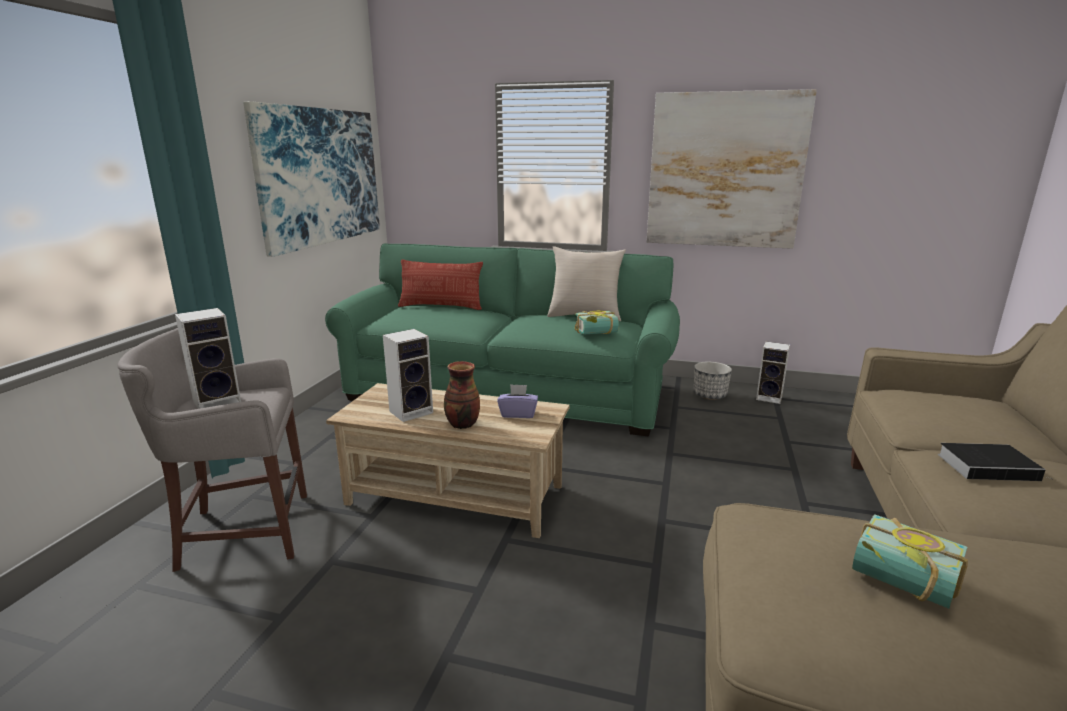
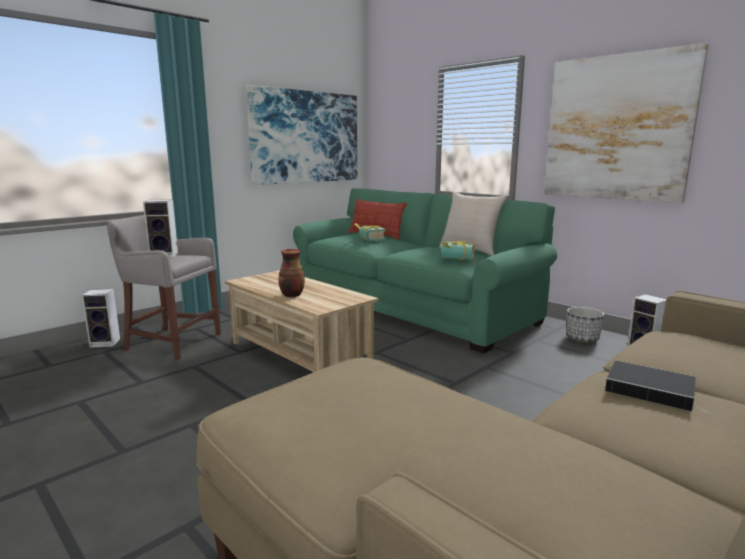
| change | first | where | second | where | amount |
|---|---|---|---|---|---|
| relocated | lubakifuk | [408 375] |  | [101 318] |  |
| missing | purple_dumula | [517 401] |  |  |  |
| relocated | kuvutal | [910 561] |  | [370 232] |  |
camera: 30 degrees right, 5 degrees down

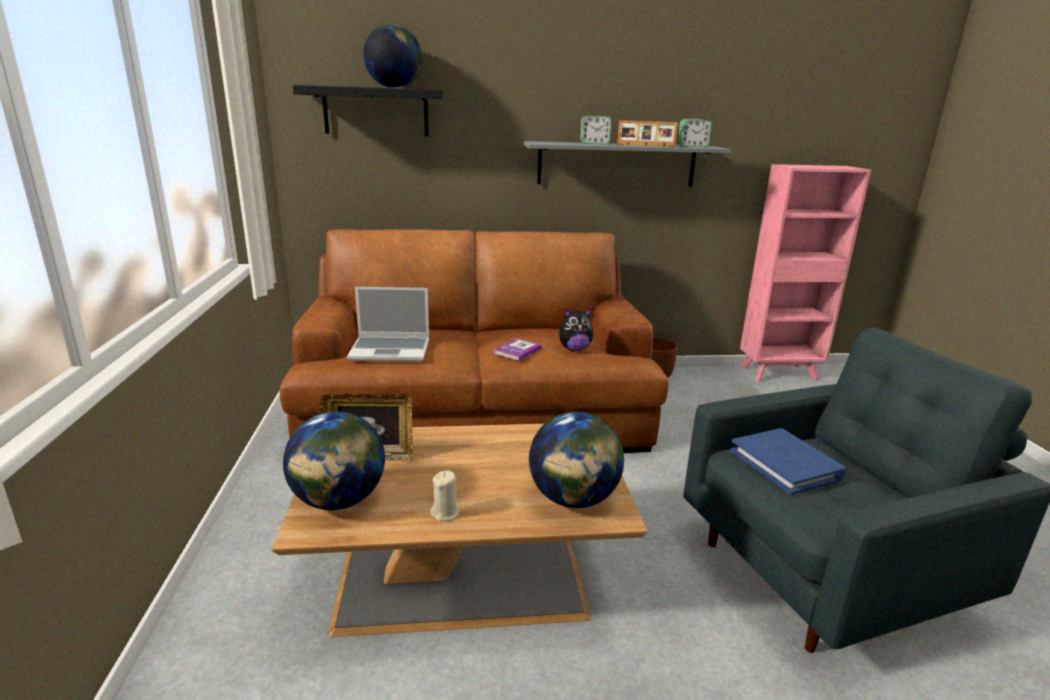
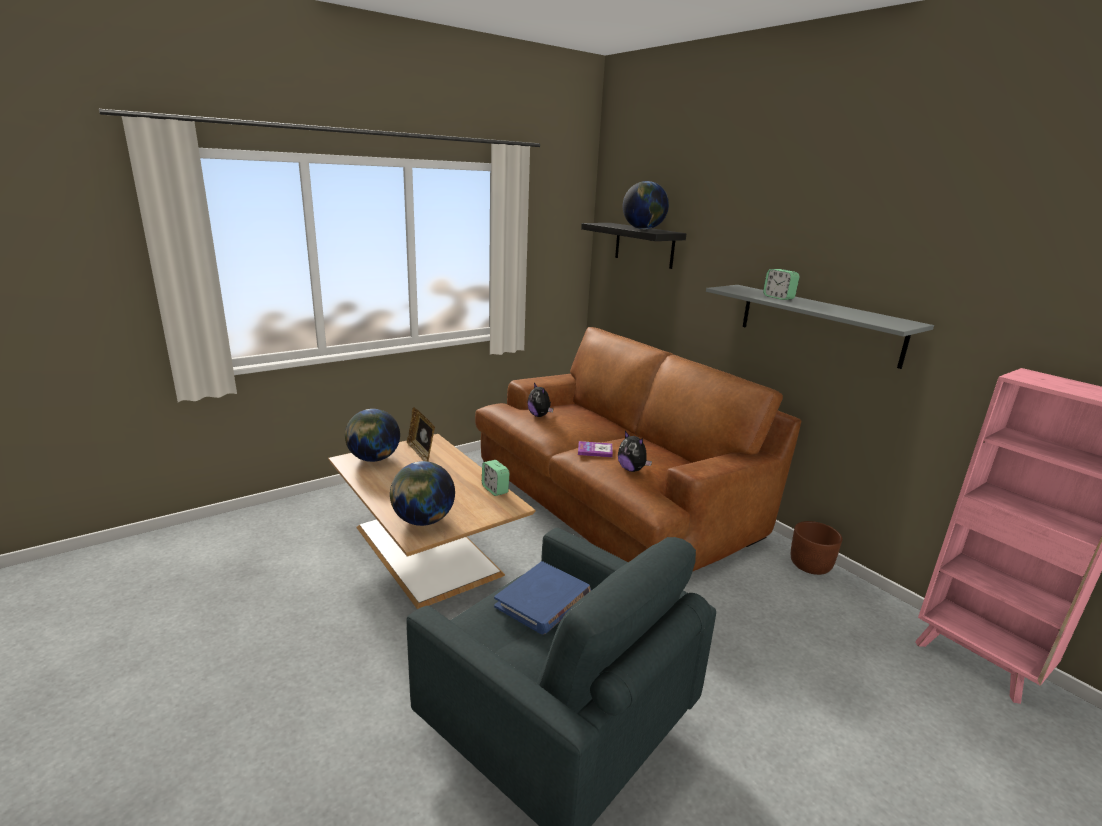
| change | first | where | second | where | amount |
|---|---|---|---|---|---|
| relocated | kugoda | [695 132] |  | [496 478] |  |
| missing | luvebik | [647 133] |  |  |  |
| exchanged | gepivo | [388 324] | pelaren | [540 400] |  |
| missing | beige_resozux | [445 495] |  |  |  |
camera: 60 degrees right, 0 degrees up

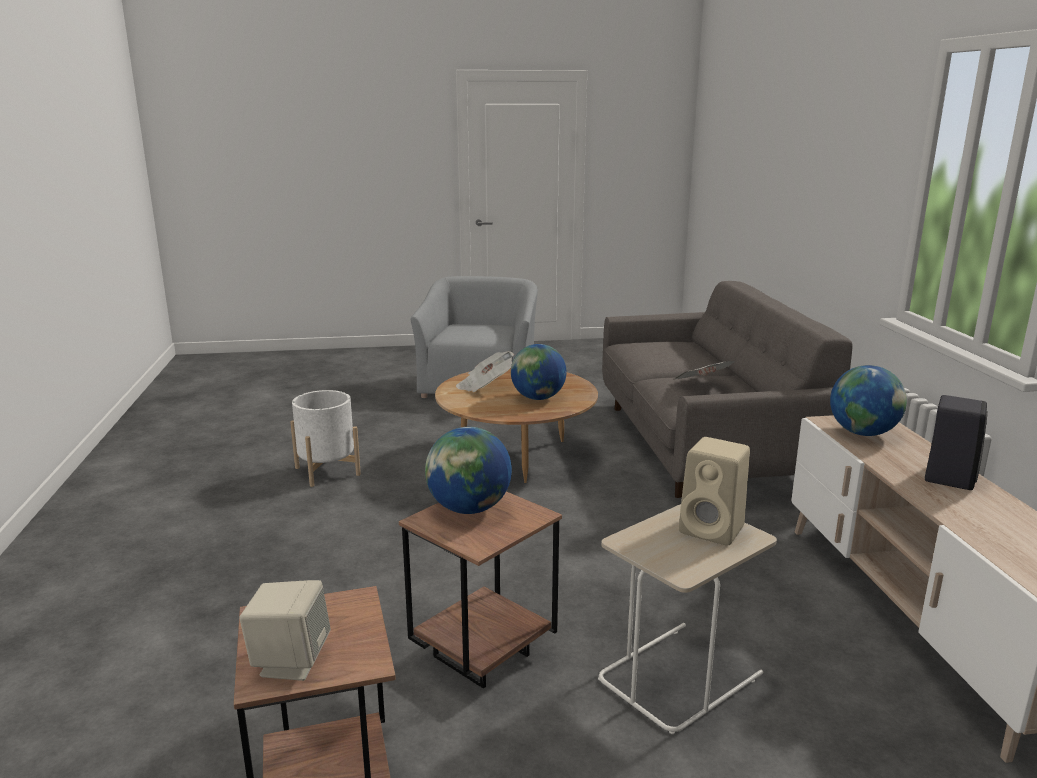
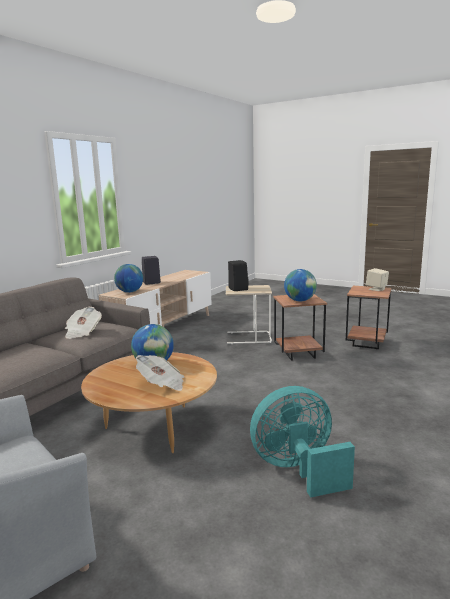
| change | first | where | second | where | amount |
|---|---|---|---|---|---|
| exchanged | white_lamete | [325 438] | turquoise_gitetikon | [302 442] |  |
| colour | beige_lubakifuk | [714 491] | black_lubakifuk | [238 275] |  |
camera: 140 degrees left, 5 degrees down

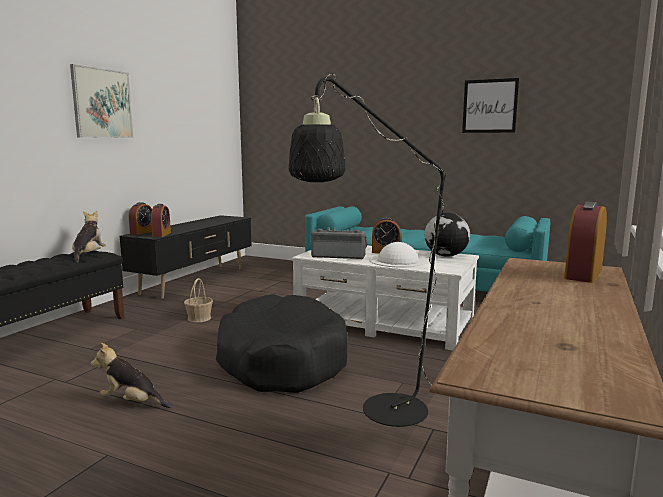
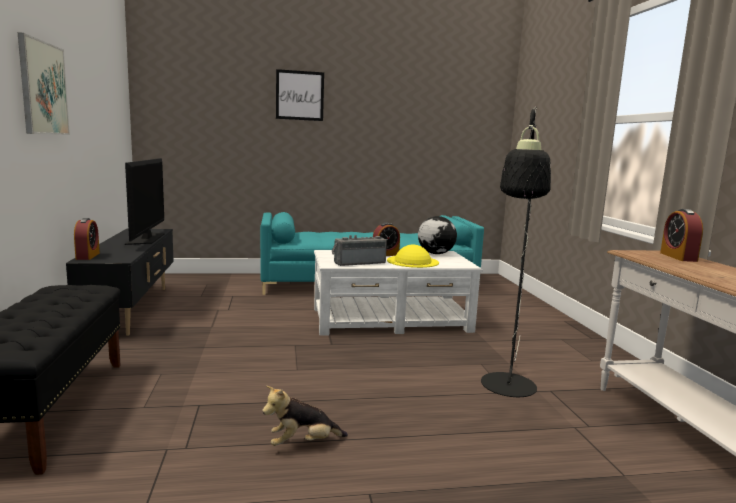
| change | first | where | second | where | amount |
|---|---|---|---|---|---|
| relocated | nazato | [490 105] |  | [300 95] |  |
| missing | kugoda | [161 220] |  |  |  |
| missing | pelaren | [89 236] |  |  |  |
| colour | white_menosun | [398 255] | yellow_menosun | [413 256] |  |
| missing | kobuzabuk | [198 300] |  |  |  |
| missing | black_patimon | [281 343] |  |  |  |
| appeared |  |  | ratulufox | [145 201] |  |
camera: 35 degrees left, 0 degrees up

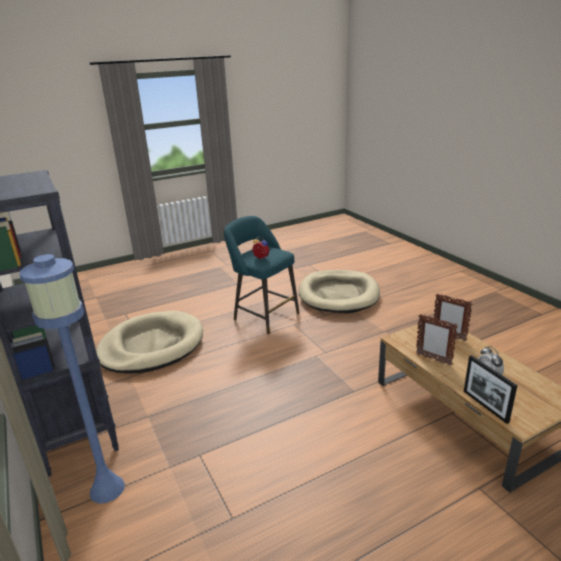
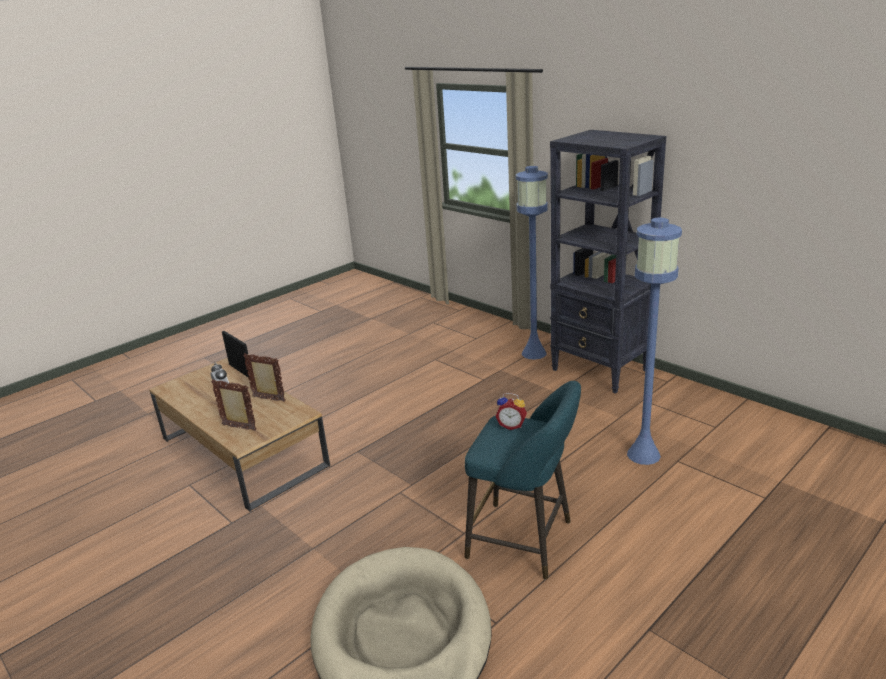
| change | first | where | second | where | amount |
|---|---|---|---|---|---|
| exchanged | beige_patimon | [149 342] | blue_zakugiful | [654 341] |  |
camera: 165 degrees right, 0 degrees up

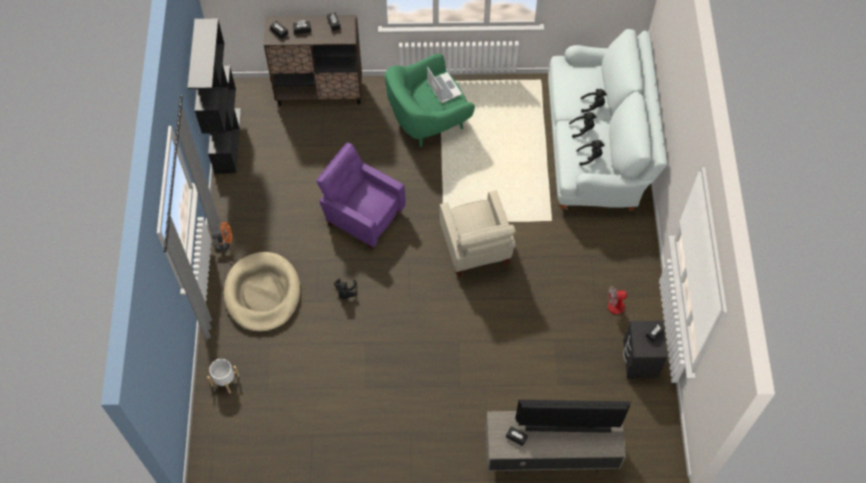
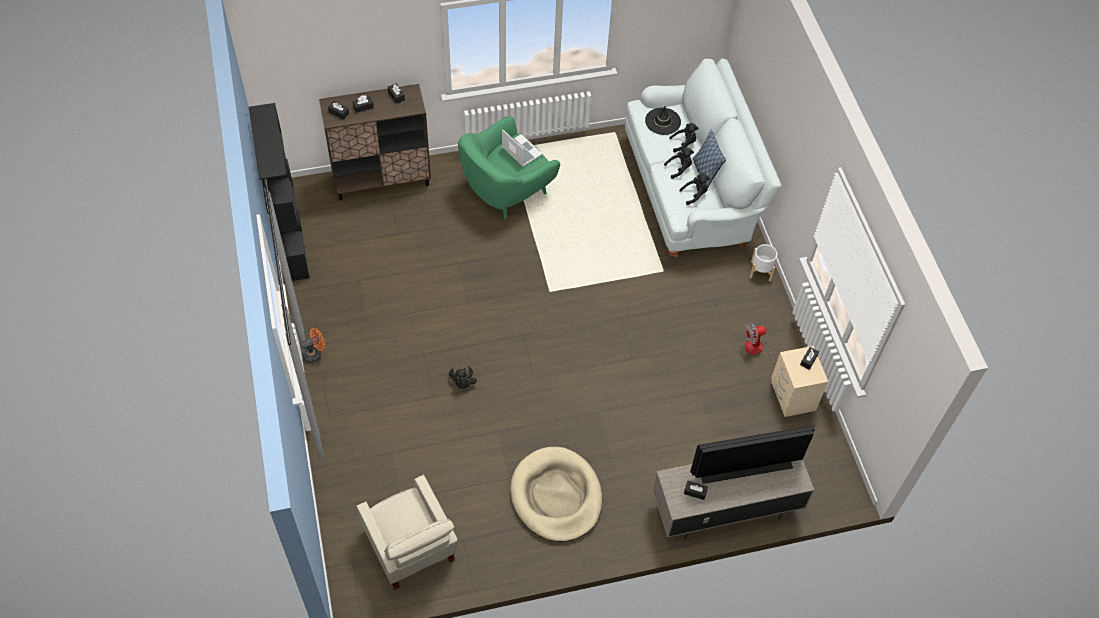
| change | first | where | second | where | amount |
|---|---|---|---|---|---|
| missing | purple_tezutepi | [360 196] |  |  |  |
| relocated | beige_tezutepi | [478 233] |  | [407 532] |  |
| relocated | beige_patimon | [262 292] |  | [556 494] |  |
| colour | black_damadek | [645 350] | beige_damadek | [799 381] |  |
| relocated | white_lamete | [223 376] |  | [763 262] |  |
| appeared |  |  | black_menosun | [663 120] |  |
| appeared |  |  | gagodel | [709 158] |  |
camera: 15 degrees left, 5 degrees down

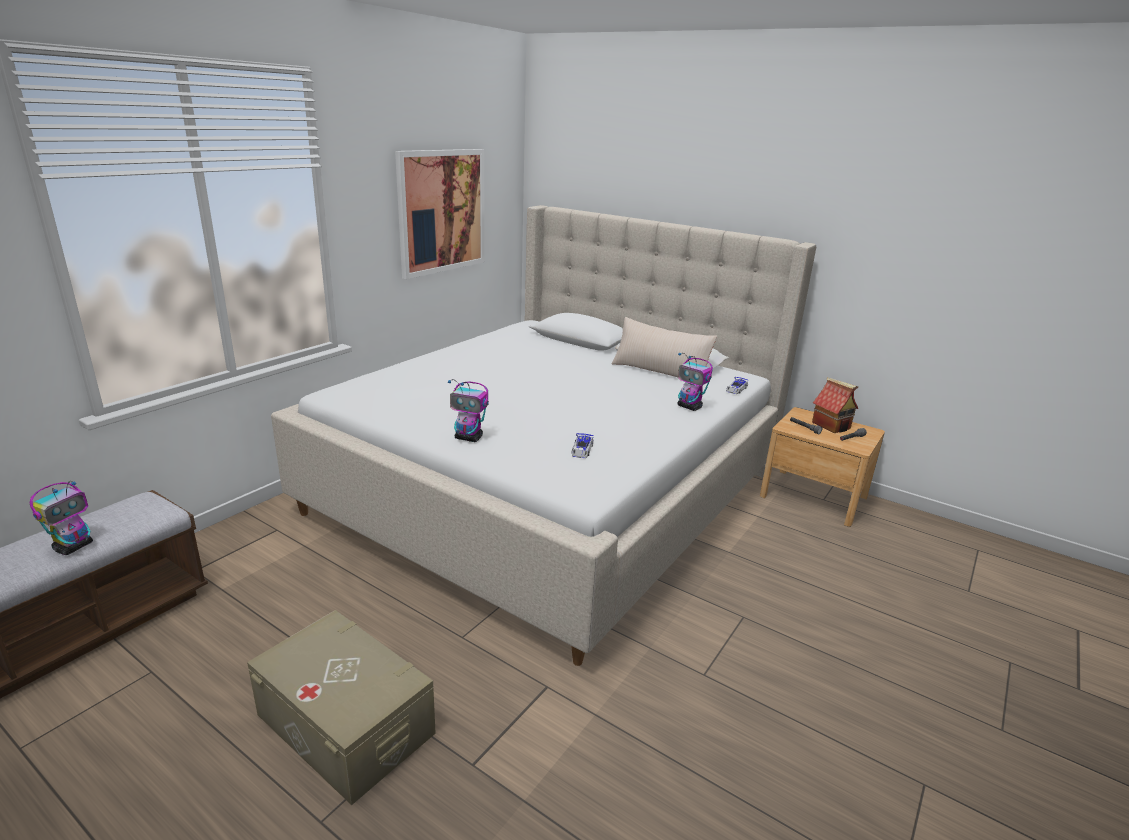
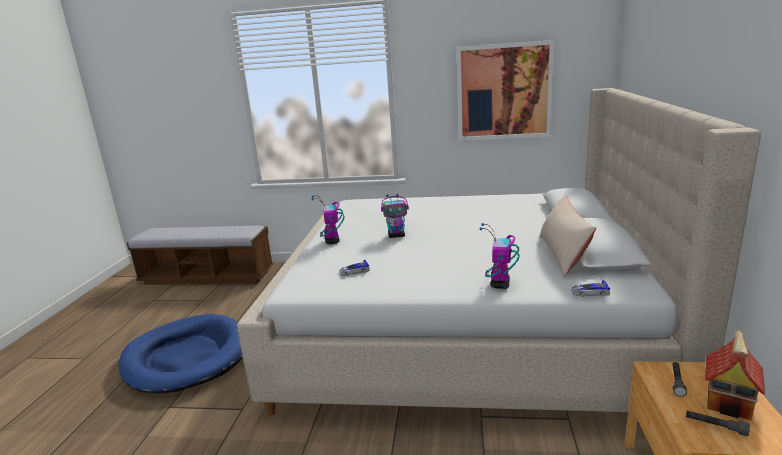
| change | first | where | second | where | amount |
|---|---|---|---|---|---|
| relocated | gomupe | [61 518] |  | [395 216] |  |
| exchanged | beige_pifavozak | [341 707] | blue_patimon | [181 354] |  |
camera: 65 degrees right, 5 degrees down

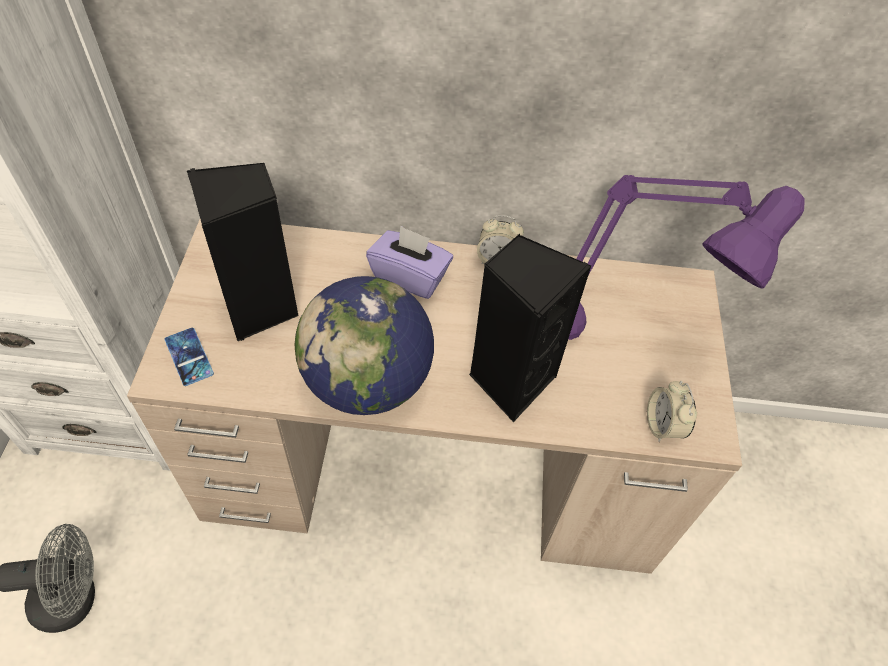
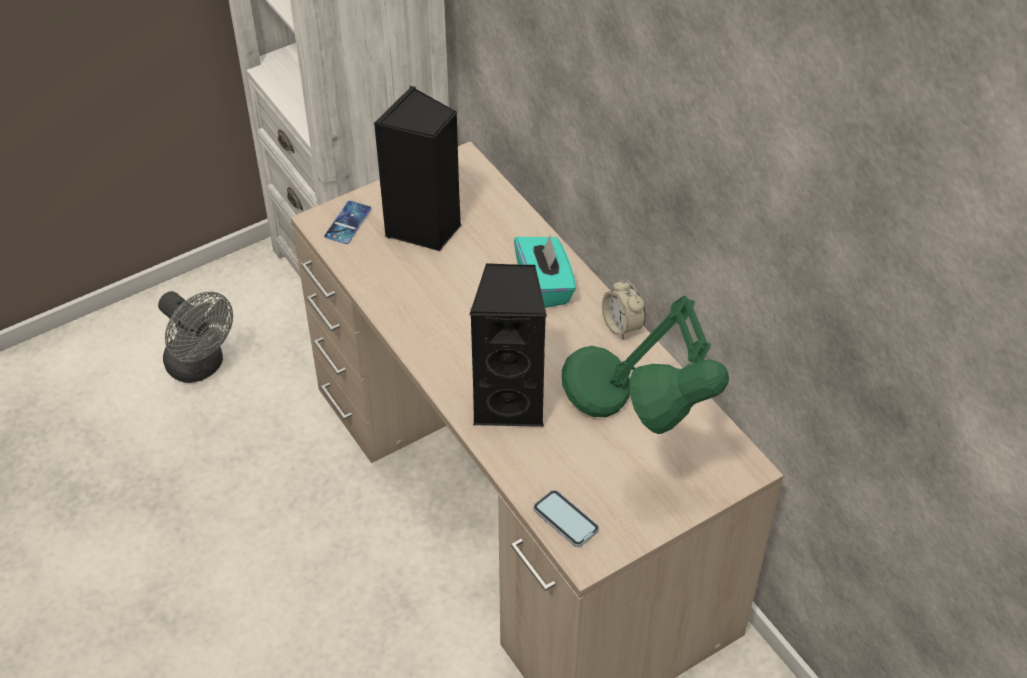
| change | first | where | second | where | amount |
|---|---|---|---|---|---|
| colour | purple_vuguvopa | [686 257] | green_vuguvopa | [645 365] |  |
| colour | purple_dumula | [409 262] | turquoise_dumula | [545 271] |  |
| missing | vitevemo | [364 345] |  |  |  |
| exchanged | kugoda | [672 411] | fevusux | [566 518] |  |
camera: 55 degrees right, 5 degrees down

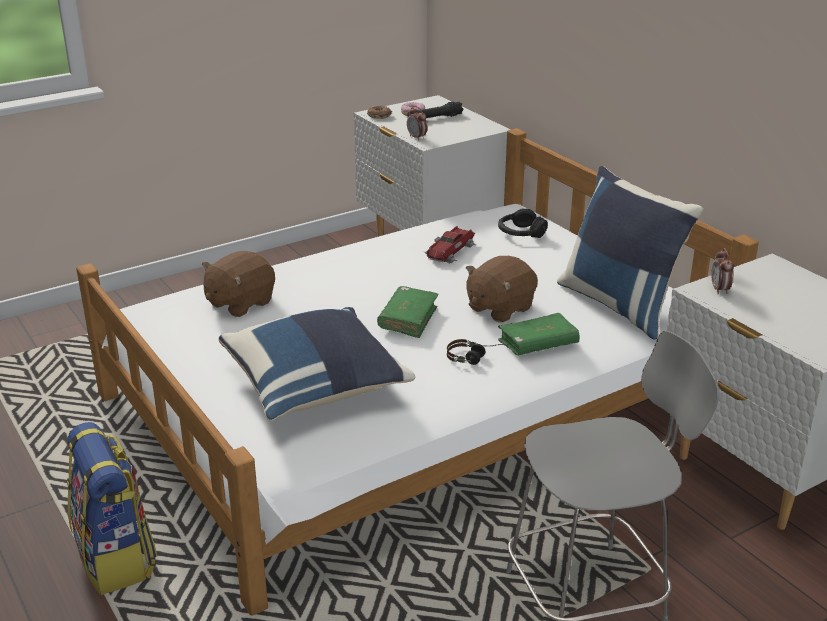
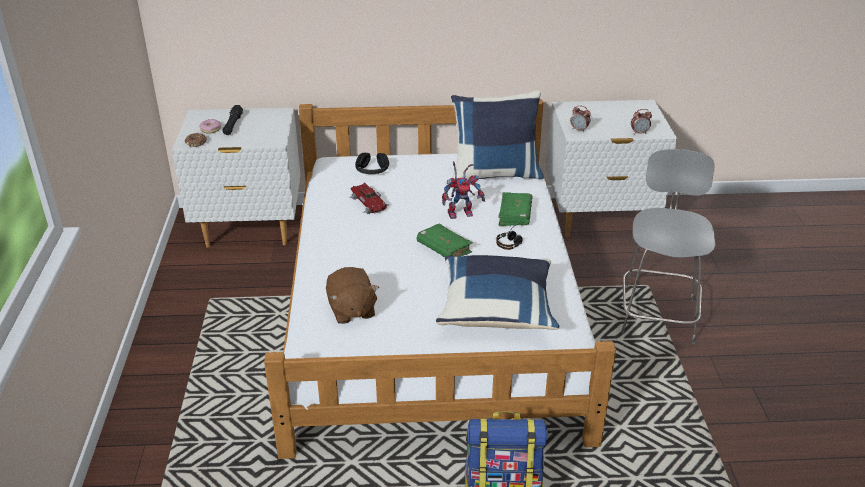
| change | first | where | second | where | amount |
|---|---|---|---|---|---|
| relocated | kugoda | [417 123] |  | [641 122] |  |
| exchanged | brown_pelaren | [502 289] | gomupe | [463 190] |  |
camera: 60 degrees left, 5 degrees up

